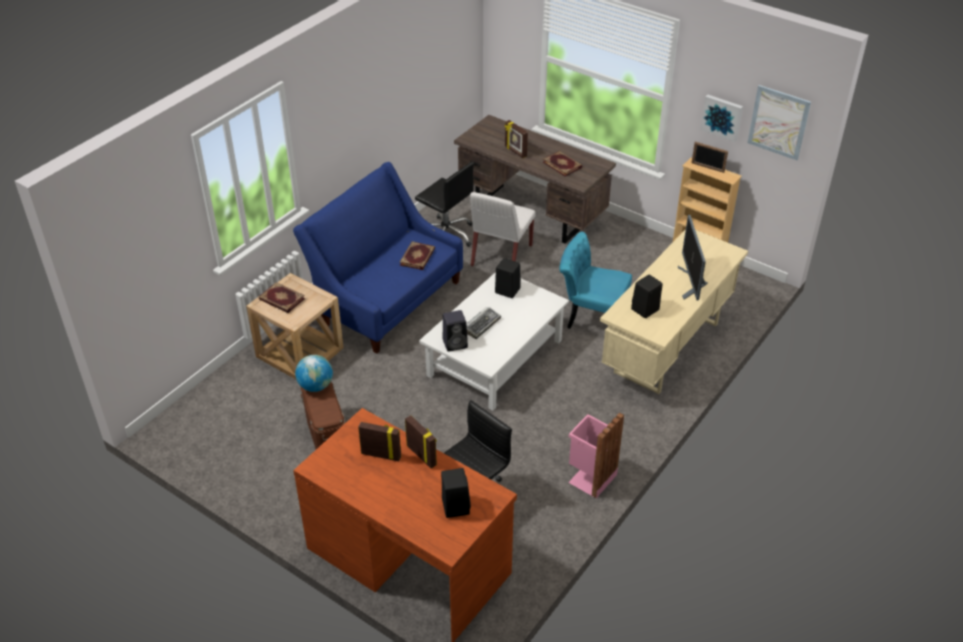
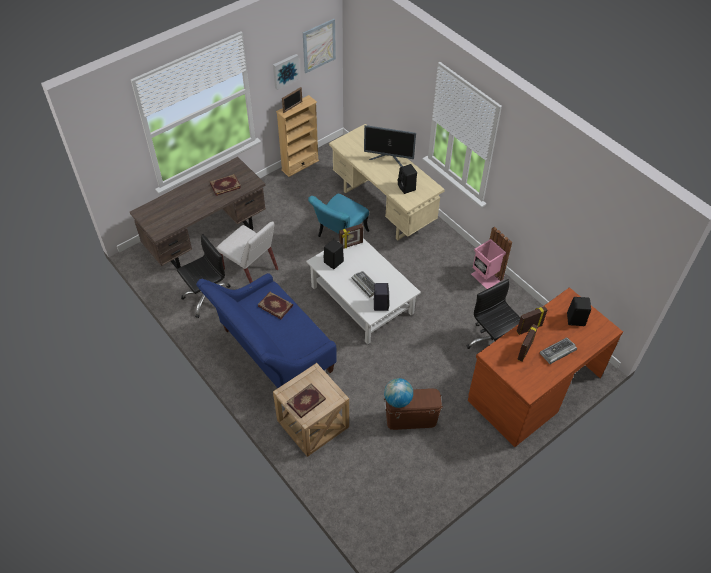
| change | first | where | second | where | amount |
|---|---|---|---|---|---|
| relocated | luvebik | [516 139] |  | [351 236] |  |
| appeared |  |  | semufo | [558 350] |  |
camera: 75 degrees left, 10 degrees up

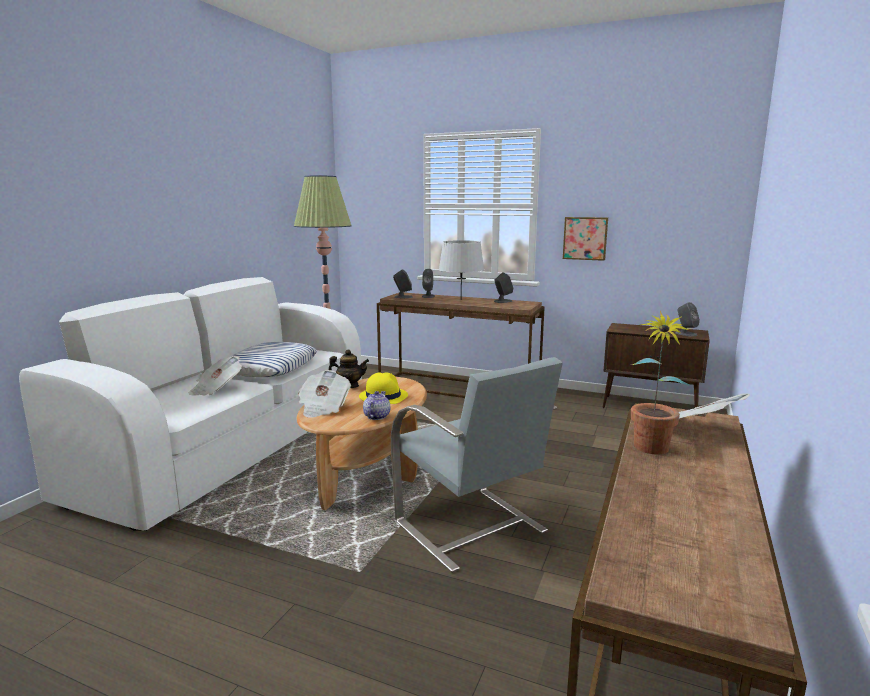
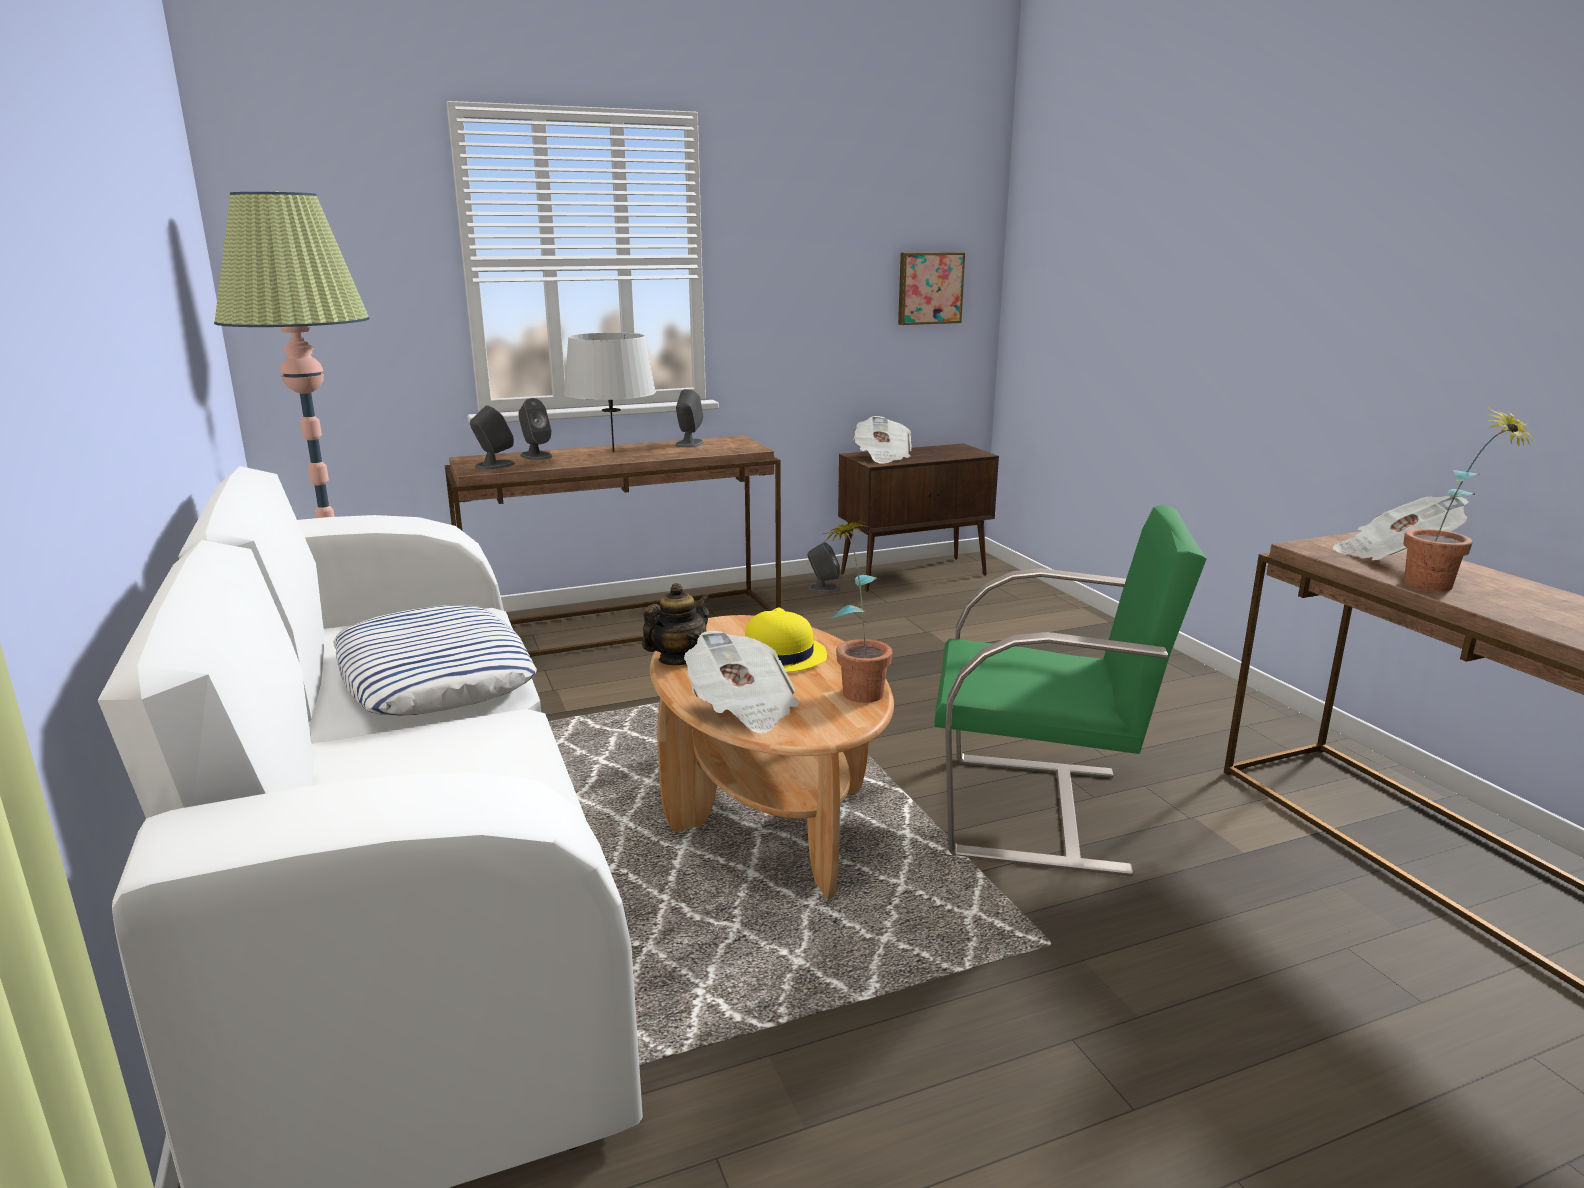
| change | first | where | second | where | amount |
|---|---|---|---|---|---|
| relocated | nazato | [585 239] |  | [931 288] |  |
| relocated | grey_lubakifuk | [687 319] |  | [823 567] |  |
| relocated | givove | [215 376] |  | [882 439] |  |
| colour | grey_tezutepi | [477 465] | green_tezutepi | [1070 690] |  |
| exchanged | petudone | [376 405] | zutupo | [857 611] |  |
camera: 45 degrees left, 5 degrees up

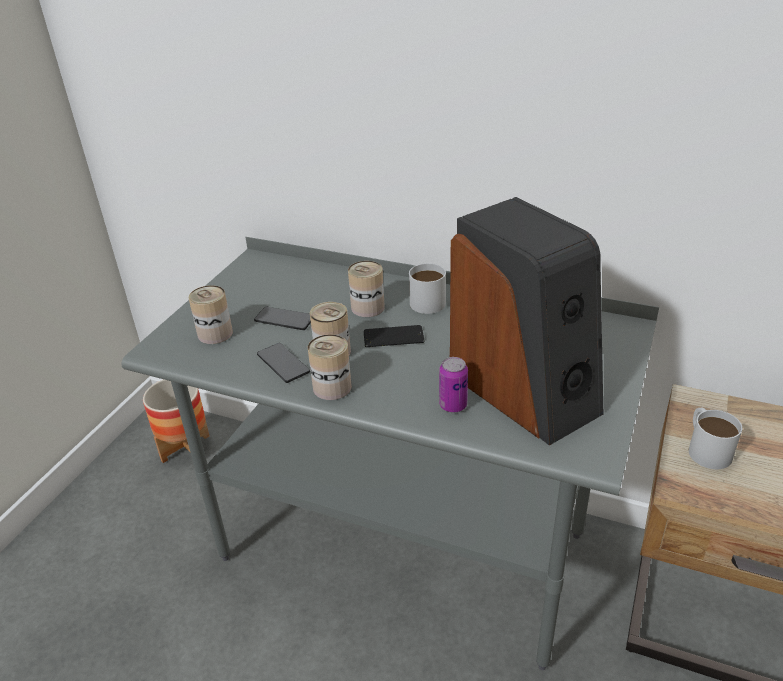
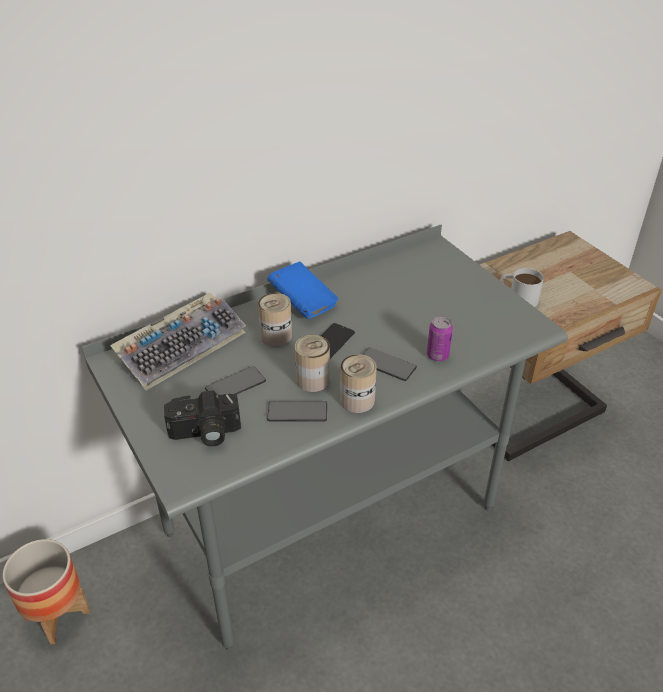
| change | first | where | second | where | amount |
|---|---|---|---|---|---|
| missing | lubakifuk | [526 321] |  |  |  |
| exchanged | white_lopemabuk | [427 288] | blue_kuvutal | [303 290] |  |
| exchanged | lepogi | [211 314] | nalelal | [202 418] |  |
| appeared |  |  | semufo | [178 341] |  |
| appeared |  |  | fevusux | [390 364] |  |
camera: 55 degrees left, 5 degrees up

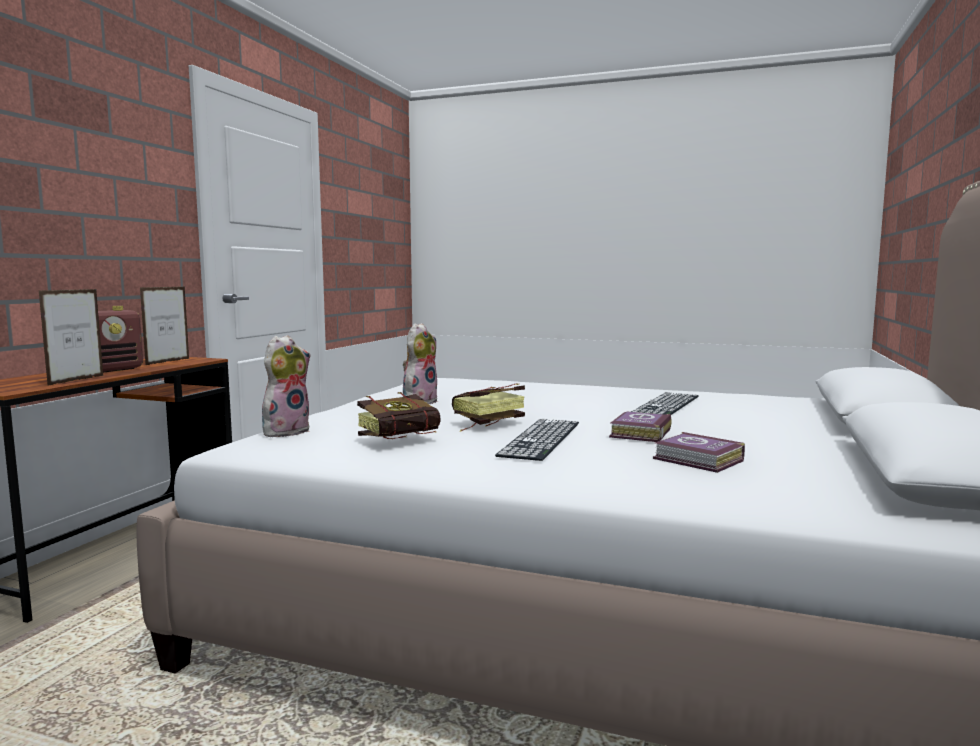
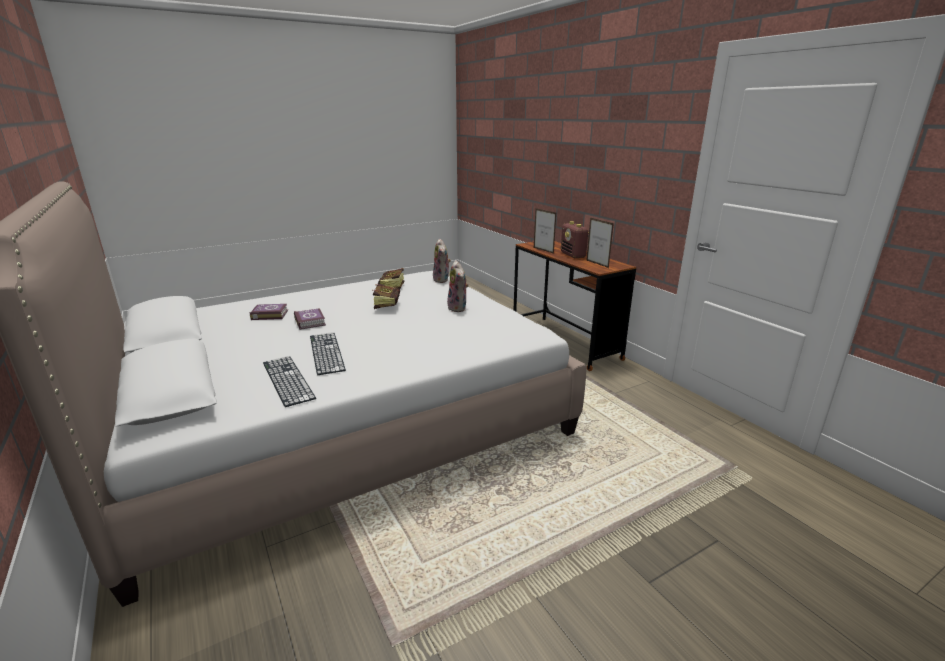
| change | first | where | second | where | amount |
|---|---|---|---|---|---|
| relocated | semufo | [537 440] |  | [289 381] |  |
camera: 130 degrees right, 15 degrees up

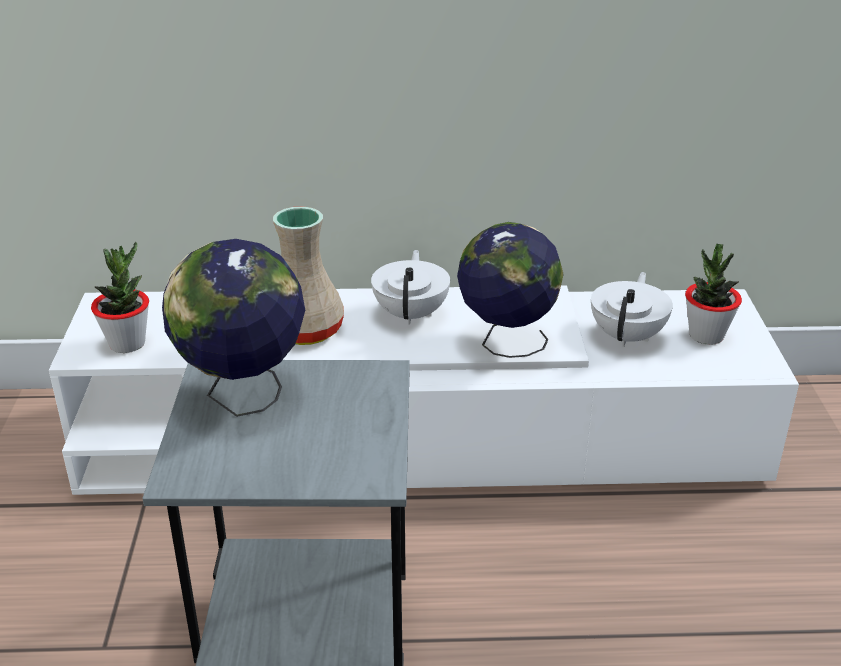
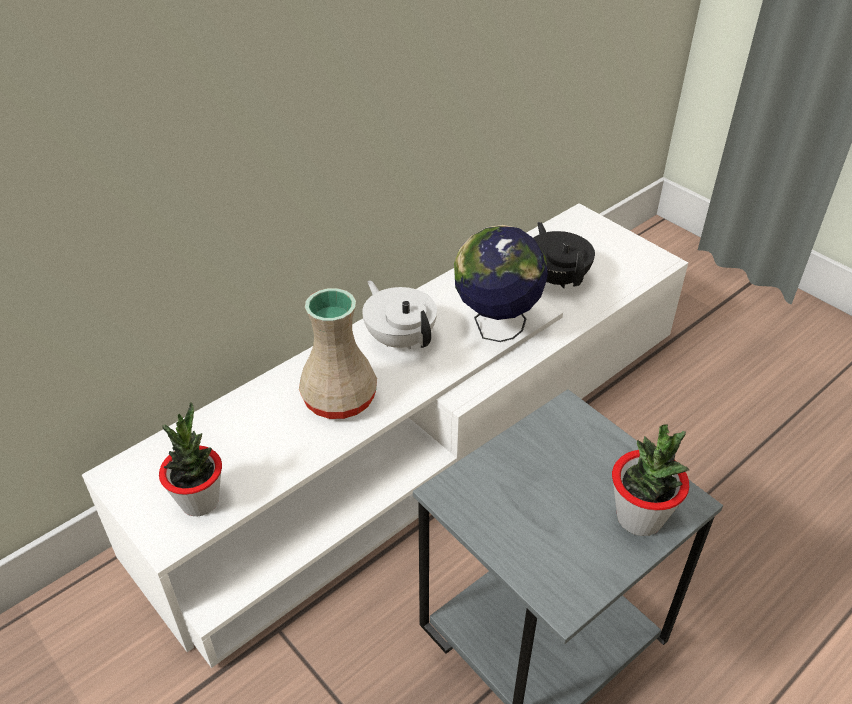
| change | first | where | second | where | amount |
|---|---|---|---|---|---|
| missing | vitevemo | [233 328] |  |  |  |
| relocated | zutupo | [713 294] |  | [650 480] |  |
| colour | white_petudone | [632 309] | black_petudone | [564 255] |  |
camera: 40 degrees left, 10 degrees up

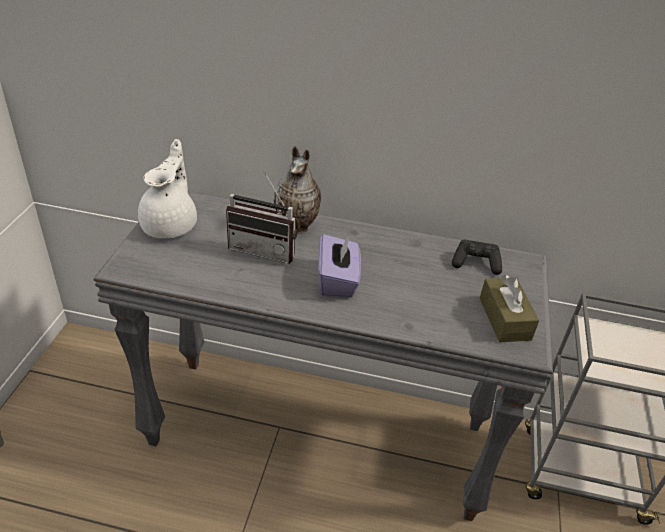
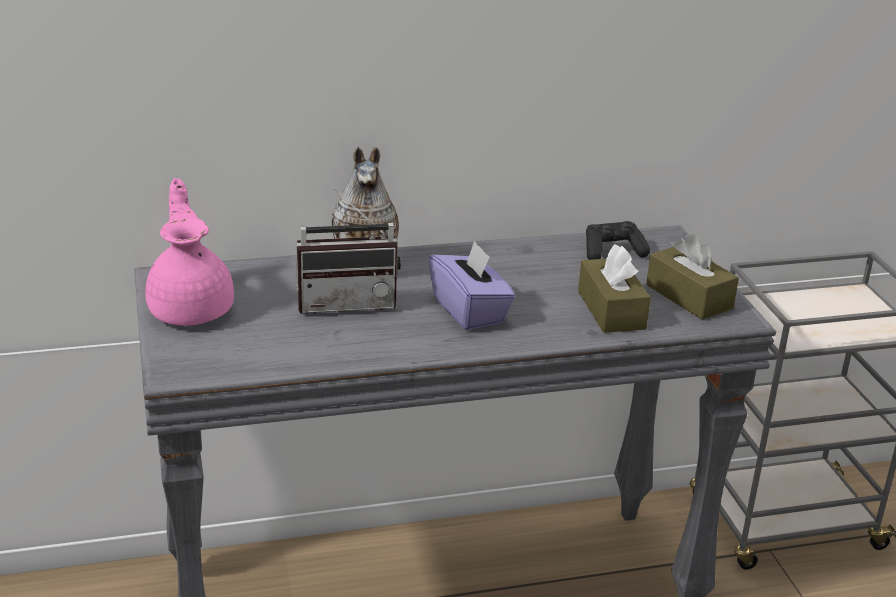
| change | first | where | second | where | amount |
|---|---|---|---|---|---|
| colour | white_petudone | [167 188] | pink_petudone | [189 252] |  |
| appeared |  |  | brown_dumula | [614 288] |  |
camera: 25 degrees left, 10 degrees down

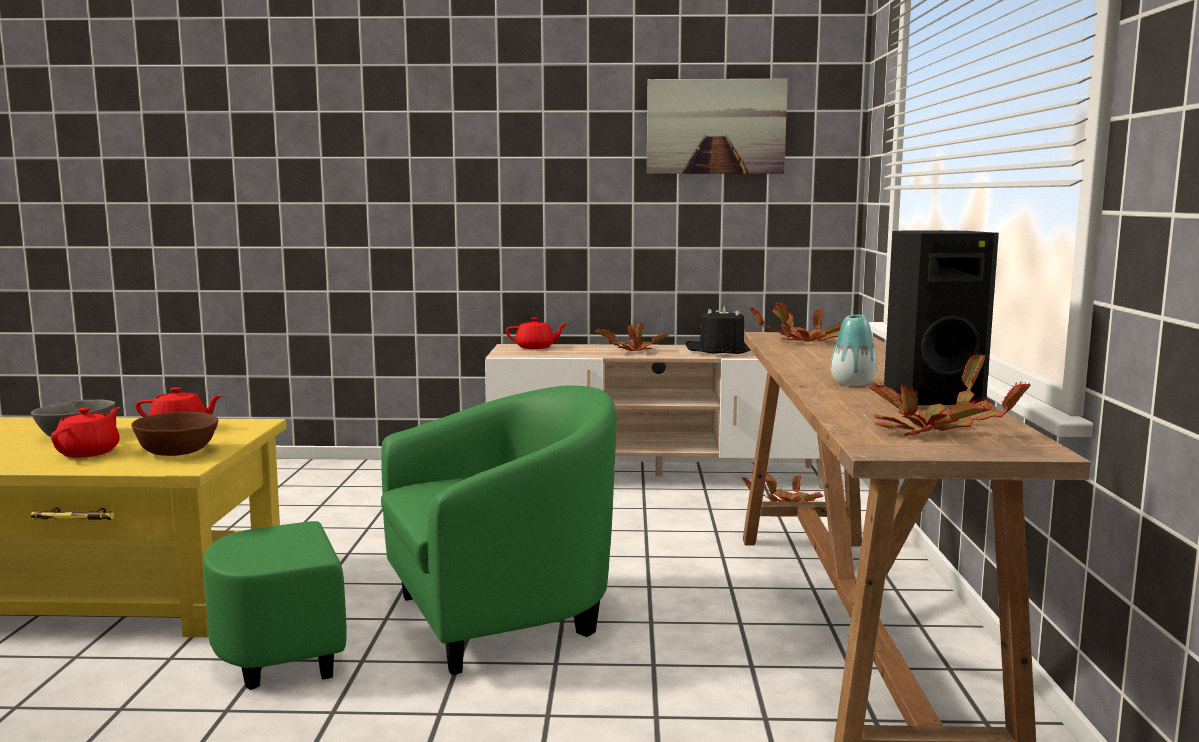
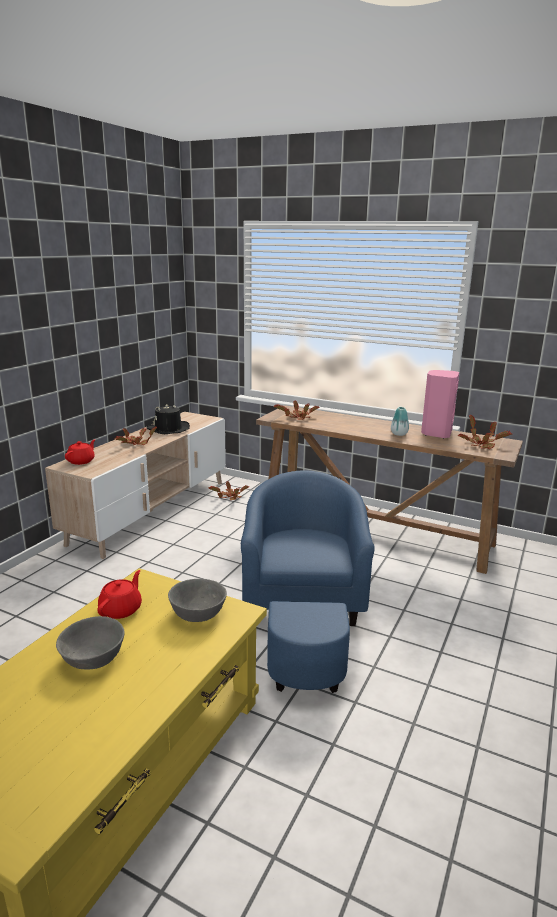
| change | first | where | second | where | amount |
|---|---|---|---|---|---|
| missing | nazato | [717 126] |  |  |  |
| colour | black_lubakifuk | [941 317] | pink_lubakifuk | [440 404] |  |
| colour | green_tezutepi | [409 537] | blue_tezutepi | [308 581] |  |
| missing | red_petudone | [85 432] |  |  |  |
| colour | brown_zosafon | [174 434] | grey_zosafon | [197 600] |  |
camera: 65 degrees left, 10 degrees up

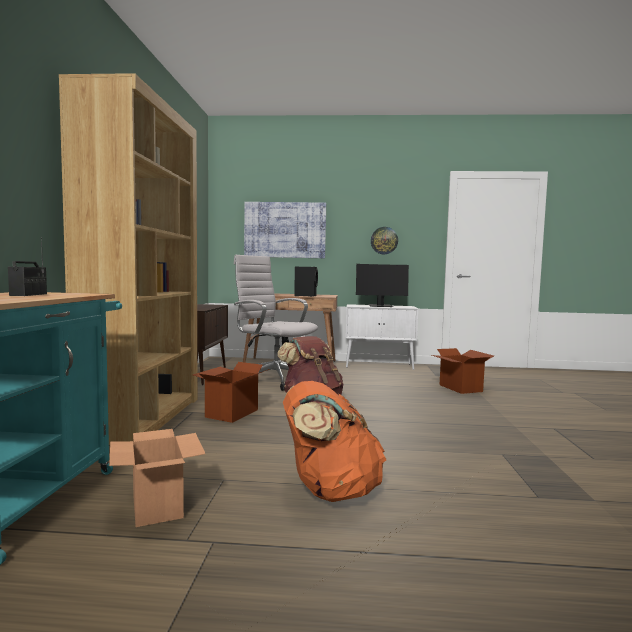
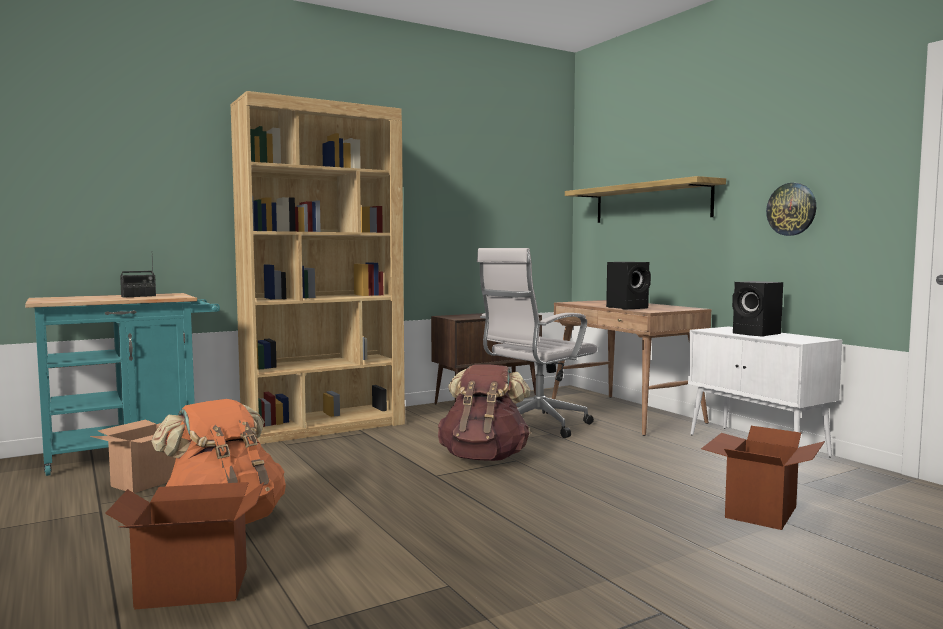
| change | first | where | second | where | amount |
|---|---|---|---|---|---|
| exchanged | nazato | [285 230] | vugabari | [645 199] |  |
| spun | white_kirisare | [276 323] |  | [537 343] | 135 degrees counterclockwise |
| exchanged | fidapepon | [382 285] | black_lubakifuk | [757 308] |  |
| relocated | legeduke | [231 392] |  | [185 546] |  |
camera: 55 degrees right, 0 degrees up

